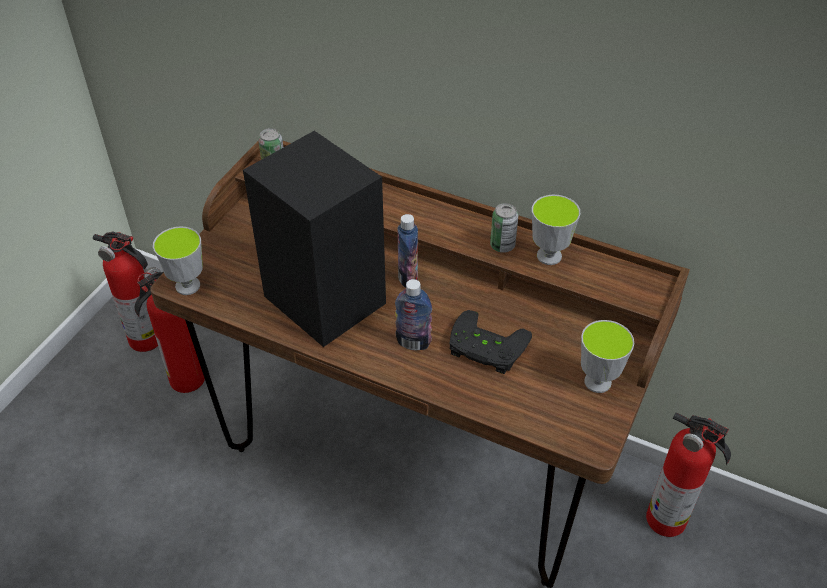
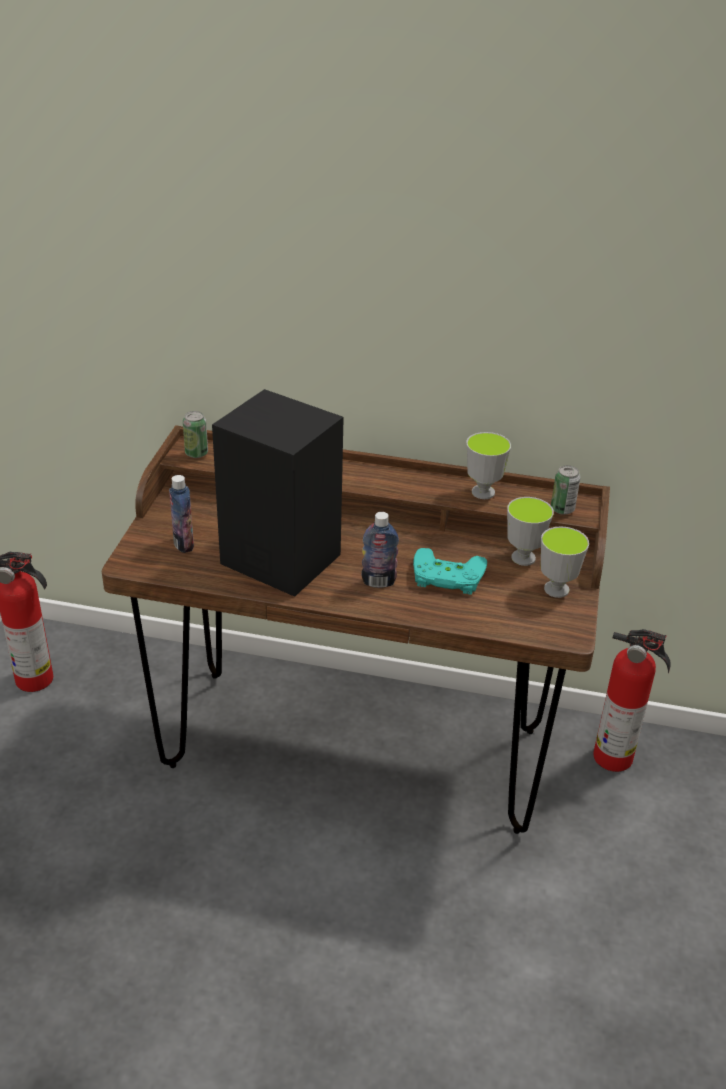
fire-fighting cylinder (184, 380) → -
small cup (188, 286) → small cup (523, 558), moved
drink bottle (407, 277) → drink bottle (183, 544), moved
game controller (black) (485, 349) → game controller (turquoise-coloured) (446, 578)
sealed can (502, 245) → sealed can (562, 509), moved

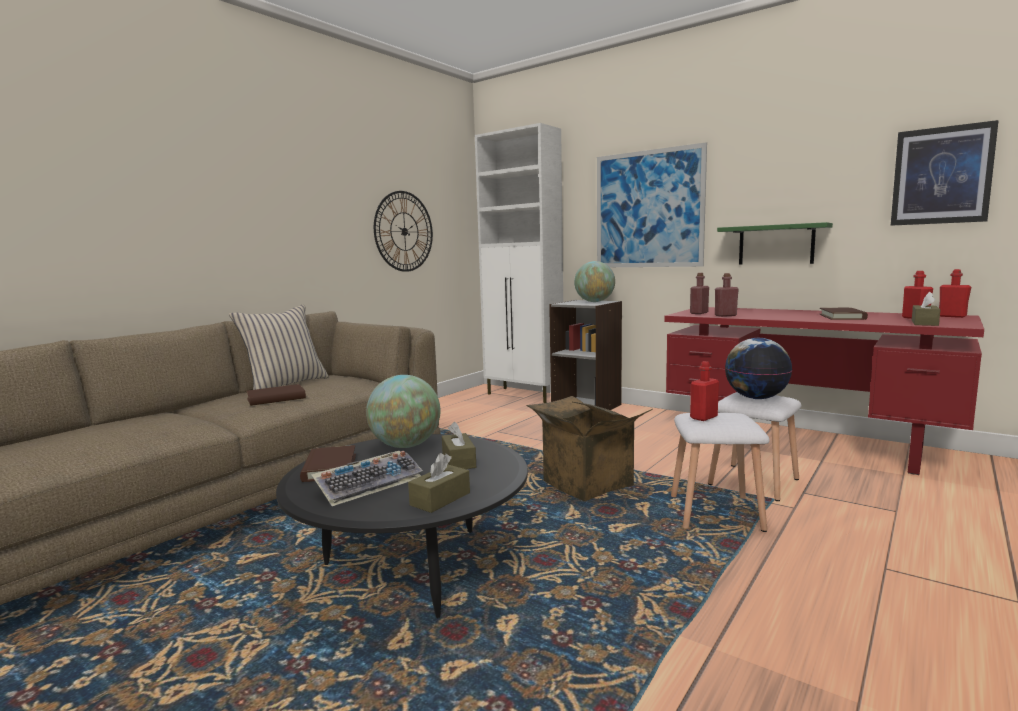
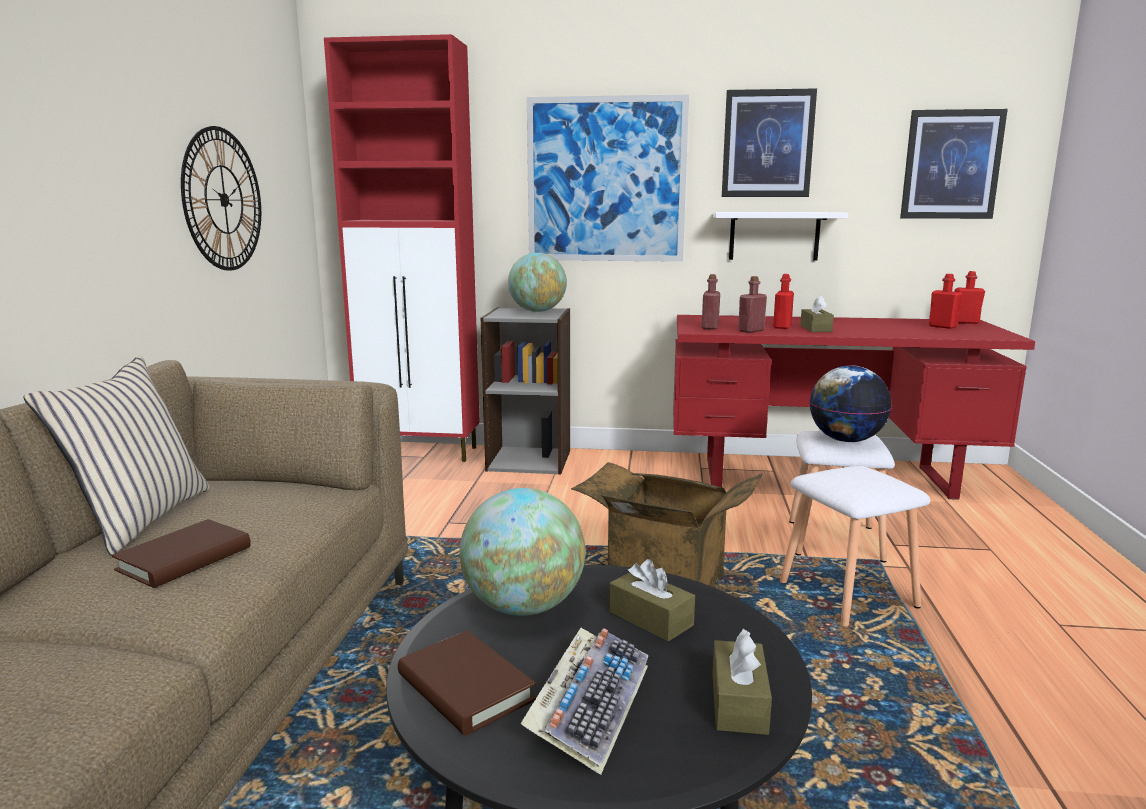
cupboard (white-coloured) (524, 395) → cupboard (red) (421, 452)
drink bottle (red) (703, 417) → drink bottle (red) (782, 327), moved
shelf (green-coloured) (776, 245) → shelf (white-coloured) (774, 236)
volume (brown) (842, 317) → -
box of tissues (brown) (924, 323) → box of tissues (brown) (815, 329), moved
- → wall art (767, 144)

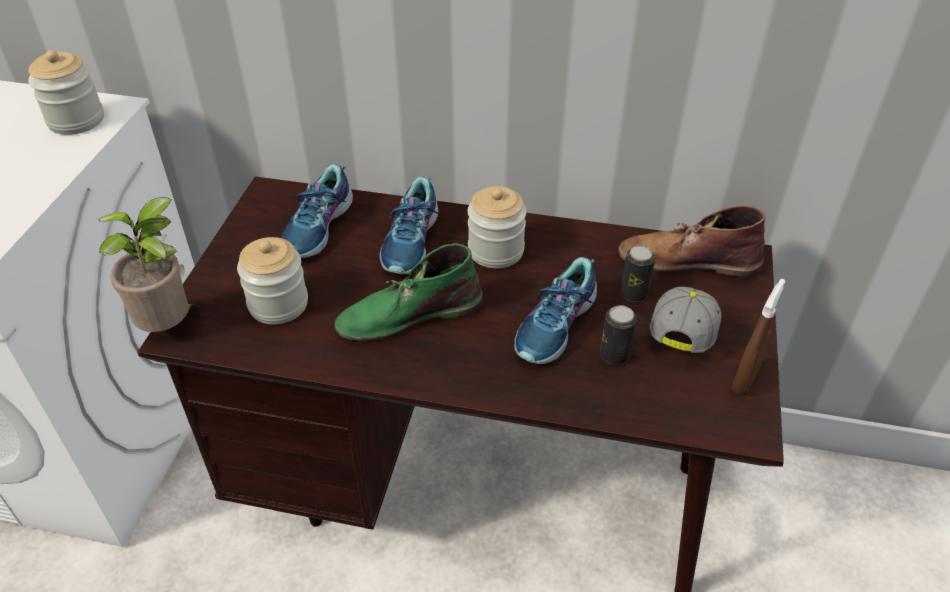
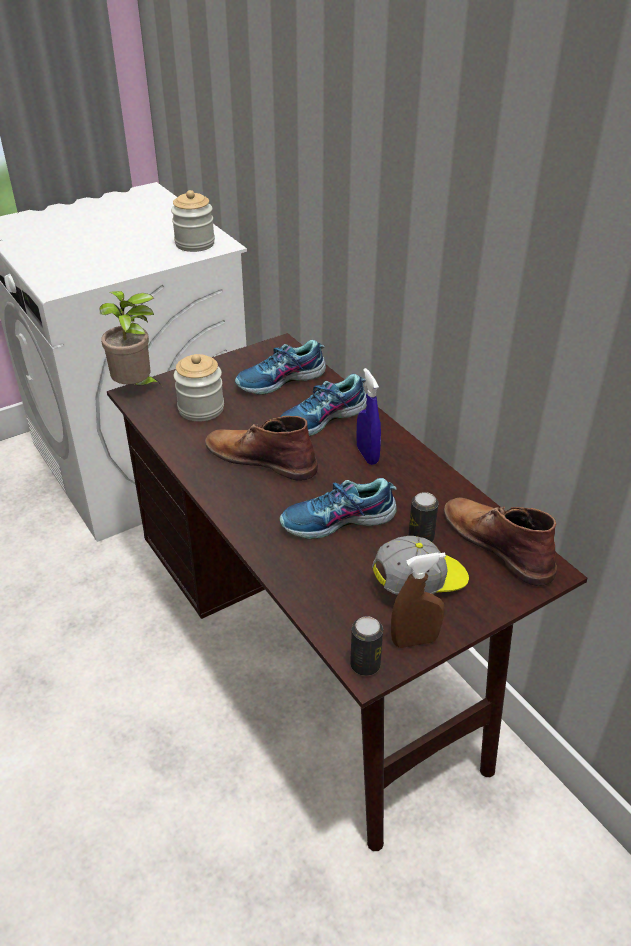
boot (green-coloured) (408, 314) → boot (brown) (260, 458)
preserve jar (496, 251) → sprayer (blue) (367, 455)
sealed can (614, 355) → sealed can (365, 665), moved

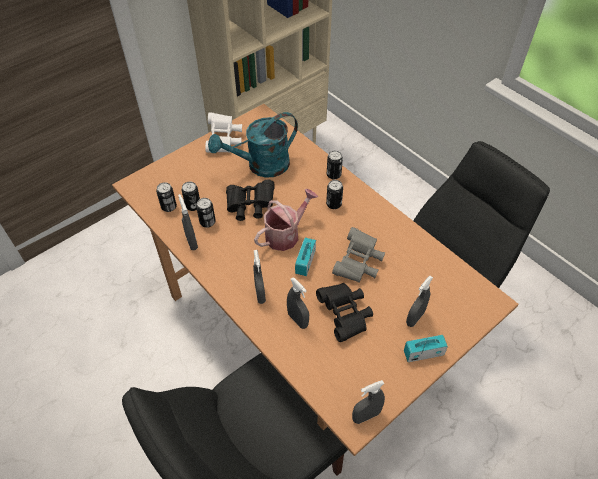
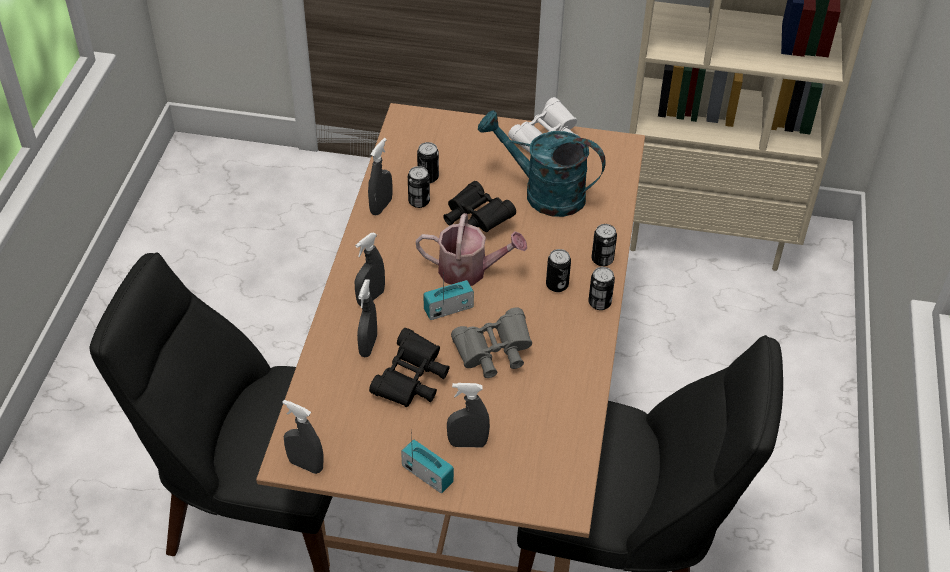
sealed can (169, 207) → sealed can (599, 303), moved

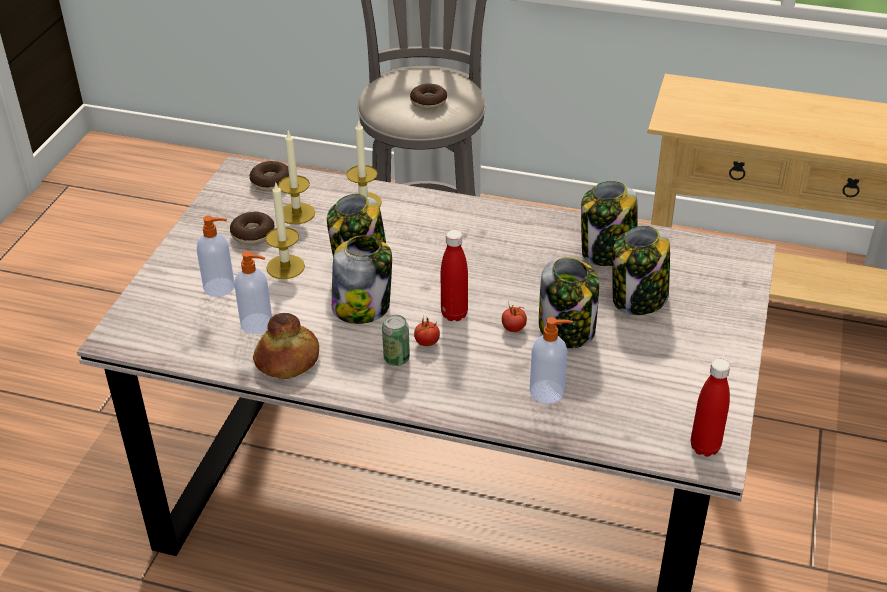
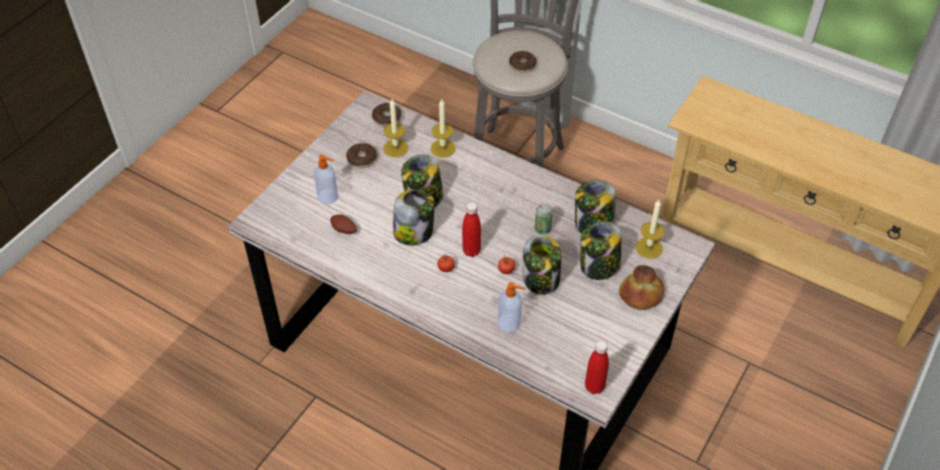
liquid soap bottle (258, 324) → spud (343, 230)
bread (288, 360) → bread (641, 295), moved
wax light (285, 267) → wax light (649, 248), moved
sealed can (396, 359) → sealed can (542, 229), moved

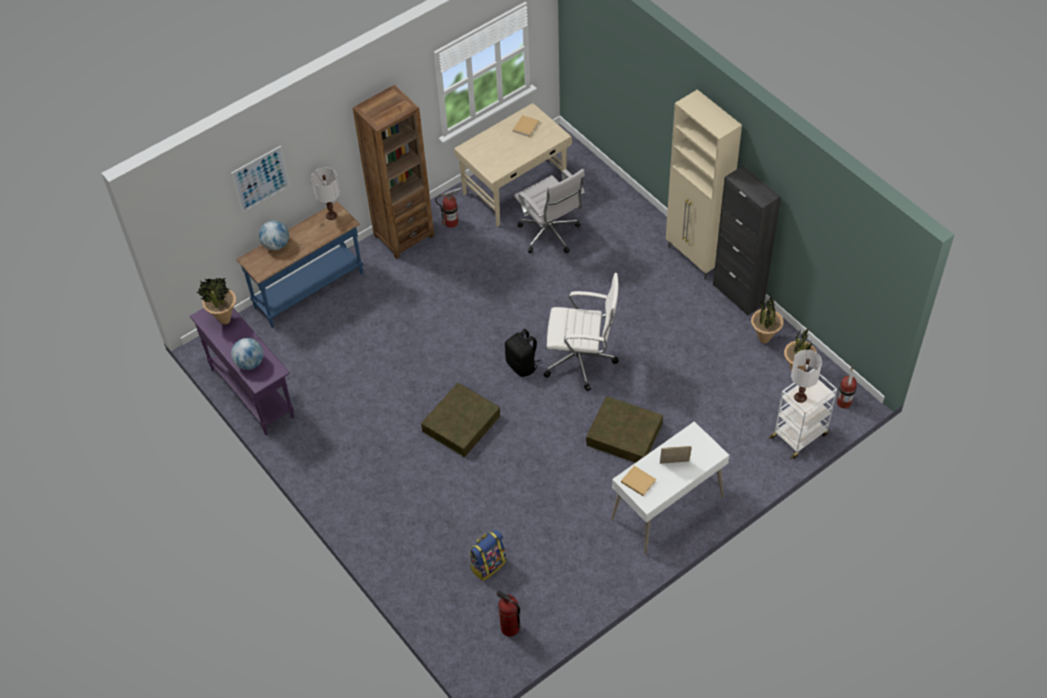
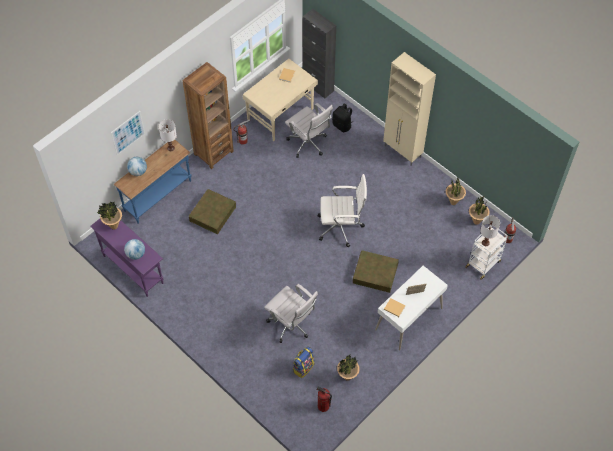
storage container (brown) (461, 423) → storage container (brown) (212, 214), moved
backpack (black) (522, 365) → backpack (black) (342, 125), moved
cupboard (black) (738, 294) → cupboard (black) (318, 86), moved
- → office chair (white-coloured) (291, 325)
- → plant in a pot (347, 377)

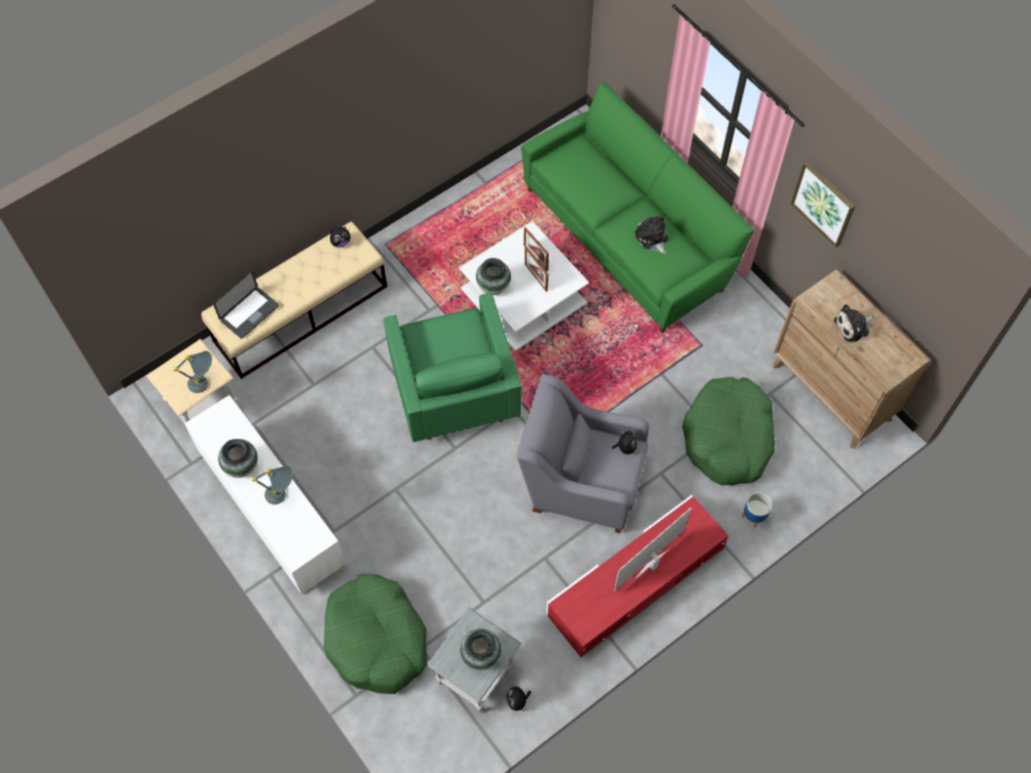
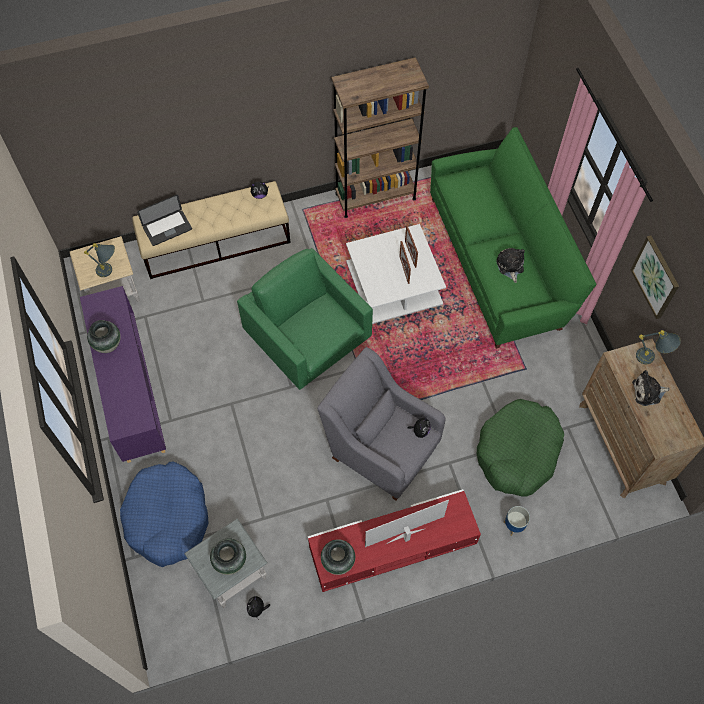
cupboard (white-coloured) (272, 511) → cupboard (purplish) (131, 389)
tabletop lamp (greyish) (283, 495) → tabletop lamp (greyish) (651, 359), moved
dog bed (green-coloured) (376, 639) → dog bed (blue) (167, 518)
lounge chair (green-coloured) (453, 390) → lounge chair (green-coloured) (309, 340), 135 degrees clockwise
vase (493, 287) → vase (337, 562), moved
- → bookcase (brown) (375, 196)

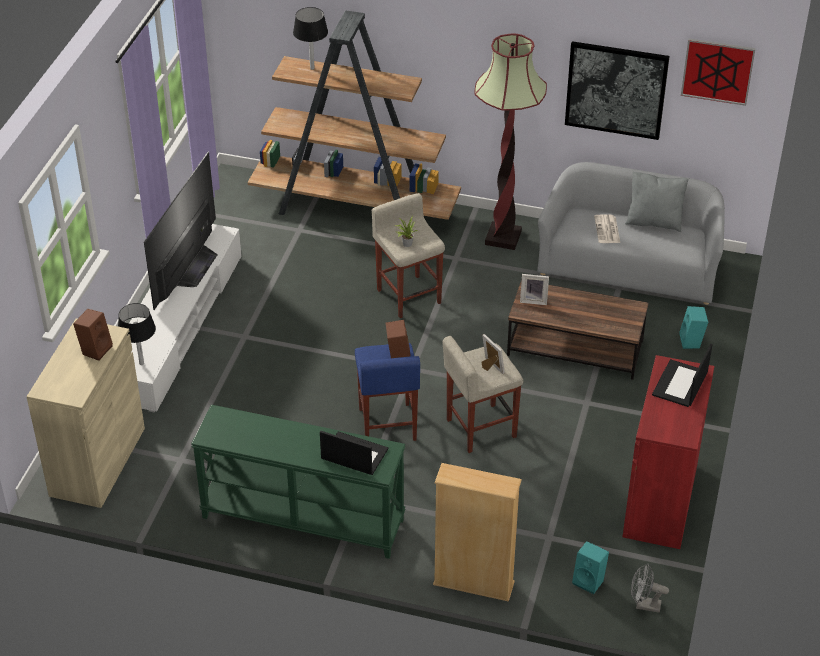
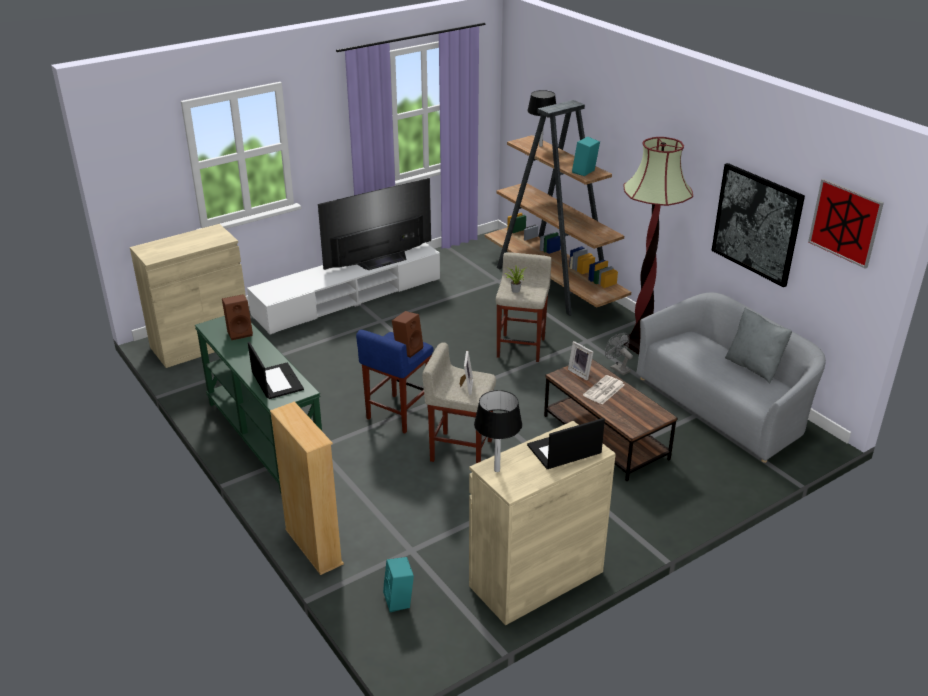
audio speaker (brown) (95, 349) → audio speaker (brown) (240, 332), moved
tabletop lamp (black) (142, 363) → tabletop lamp (black) (497, 470), moved
newspaper (607, 230) → newspaper (604, 390), moved
cupboard (red) (660, 501) → cupboard (beige) (536, 579)
cooling fan (greyish) (644, 605) → cooling fan (greyish) (617, 368), moved
audio speaker (turquoise-coloured) (692, 342) → audio speaker (turquoise-coloured) (585, 172), moved

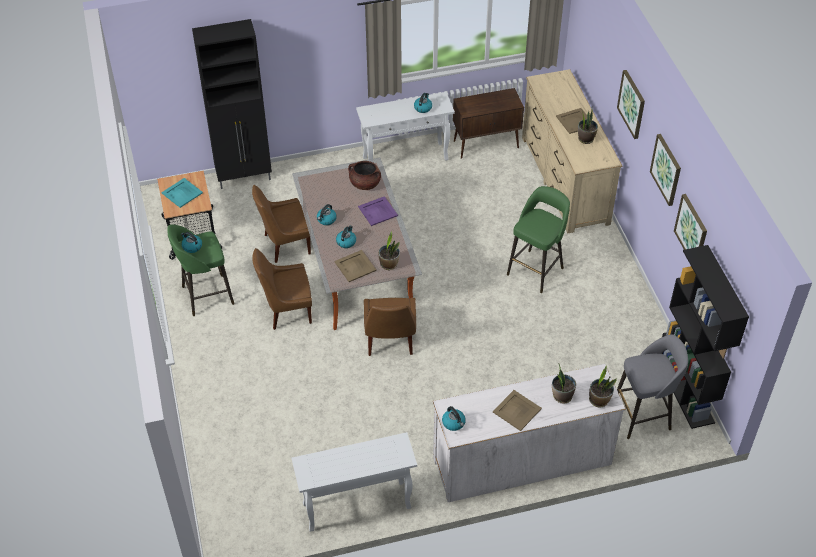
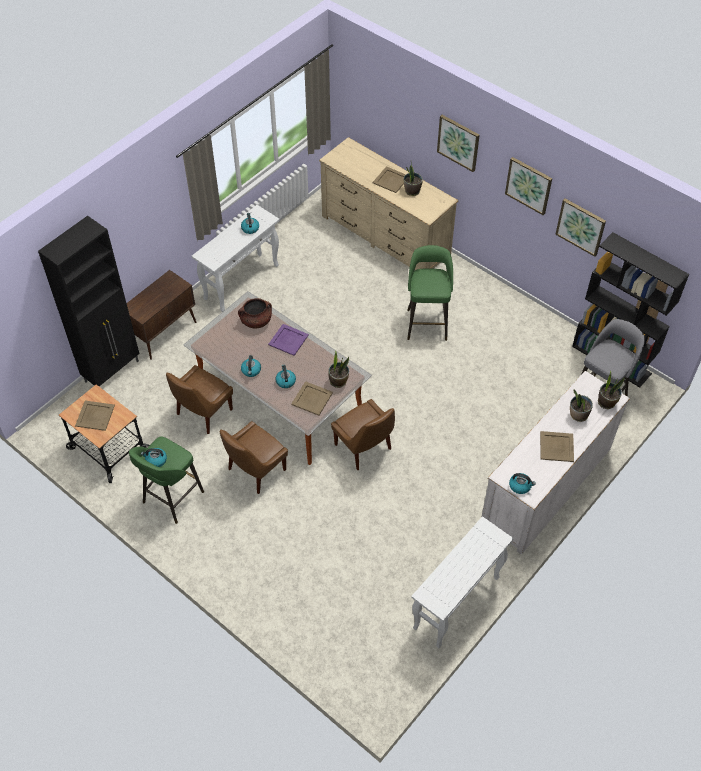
tray (turquoise-coloured) (182, 193) → tray (beige) (95, 415)
cupboard (brown) (486, 144) → cupboard (brown) (165, 333), moved

